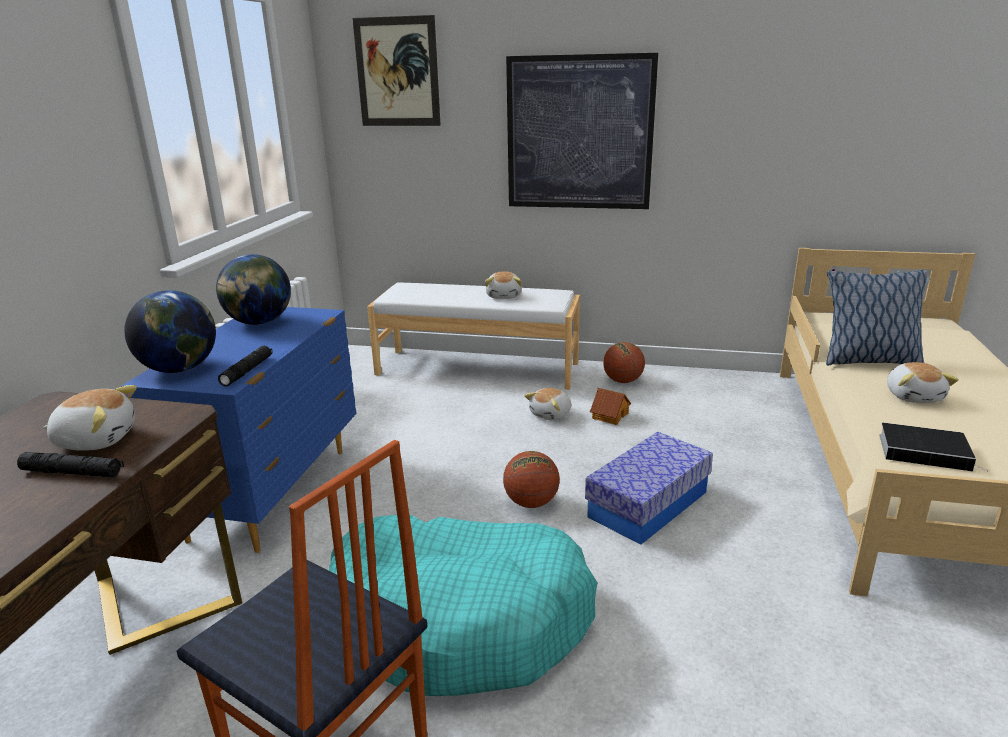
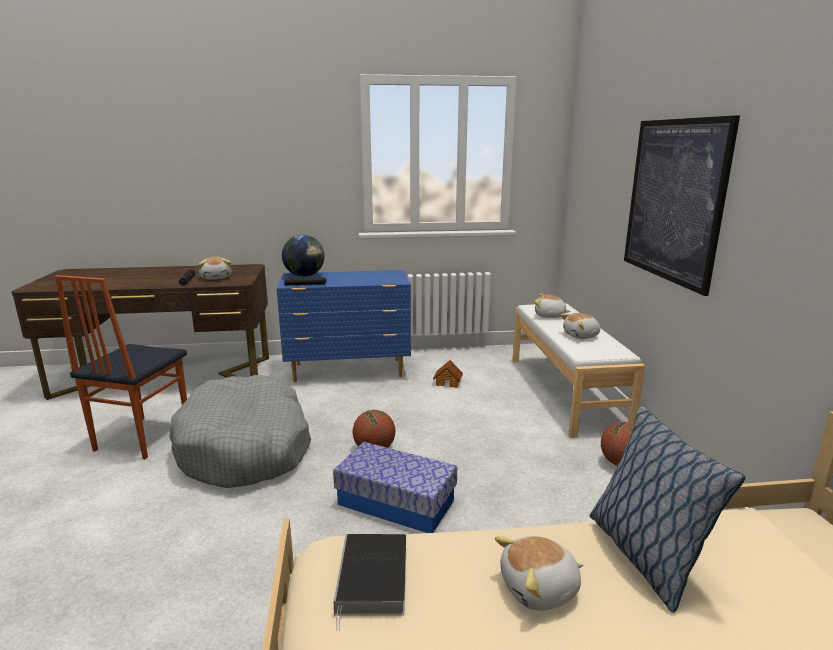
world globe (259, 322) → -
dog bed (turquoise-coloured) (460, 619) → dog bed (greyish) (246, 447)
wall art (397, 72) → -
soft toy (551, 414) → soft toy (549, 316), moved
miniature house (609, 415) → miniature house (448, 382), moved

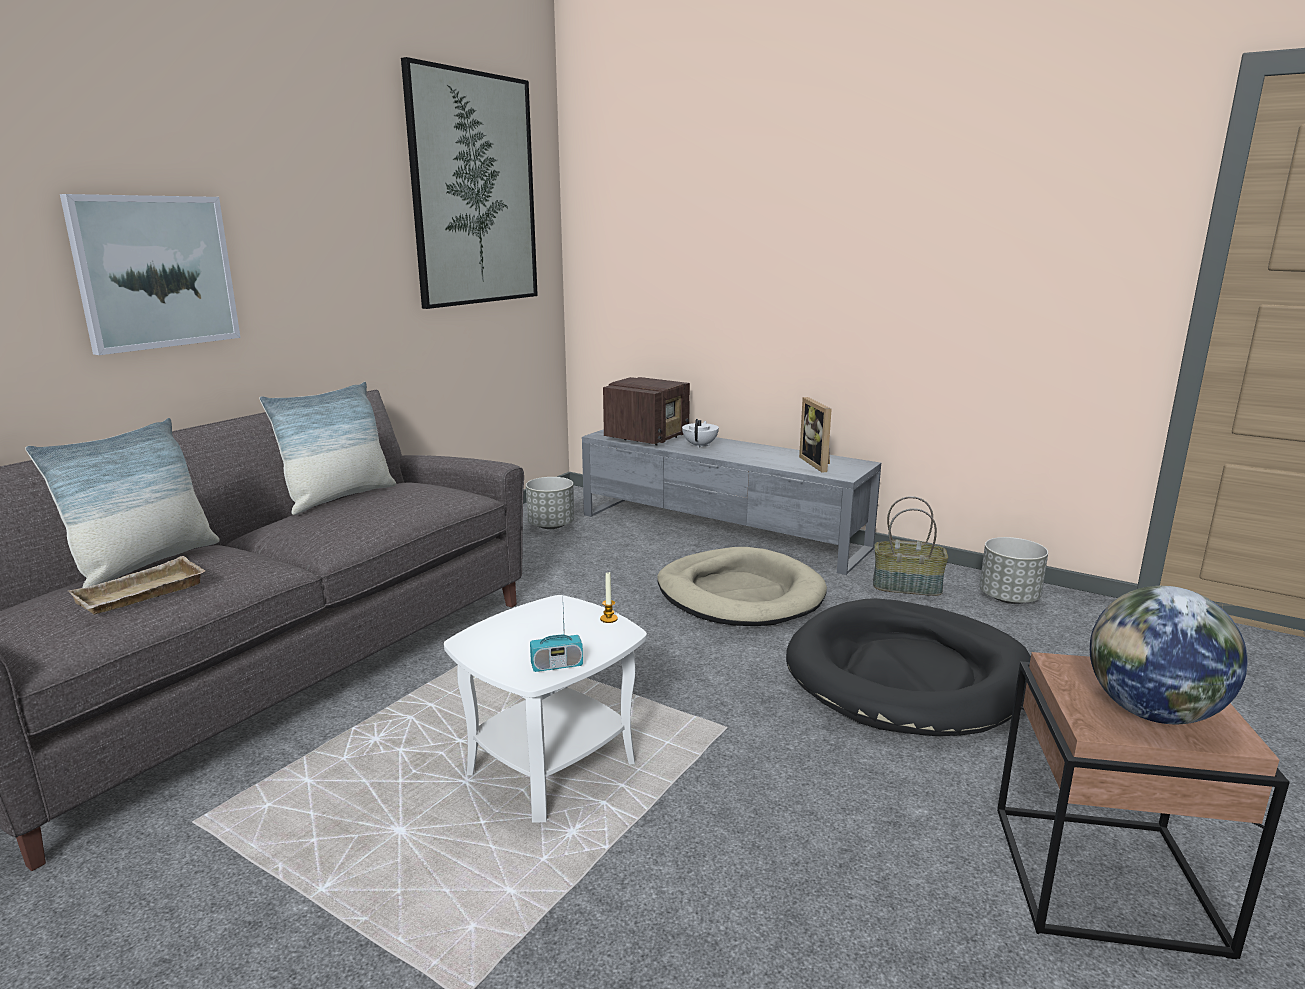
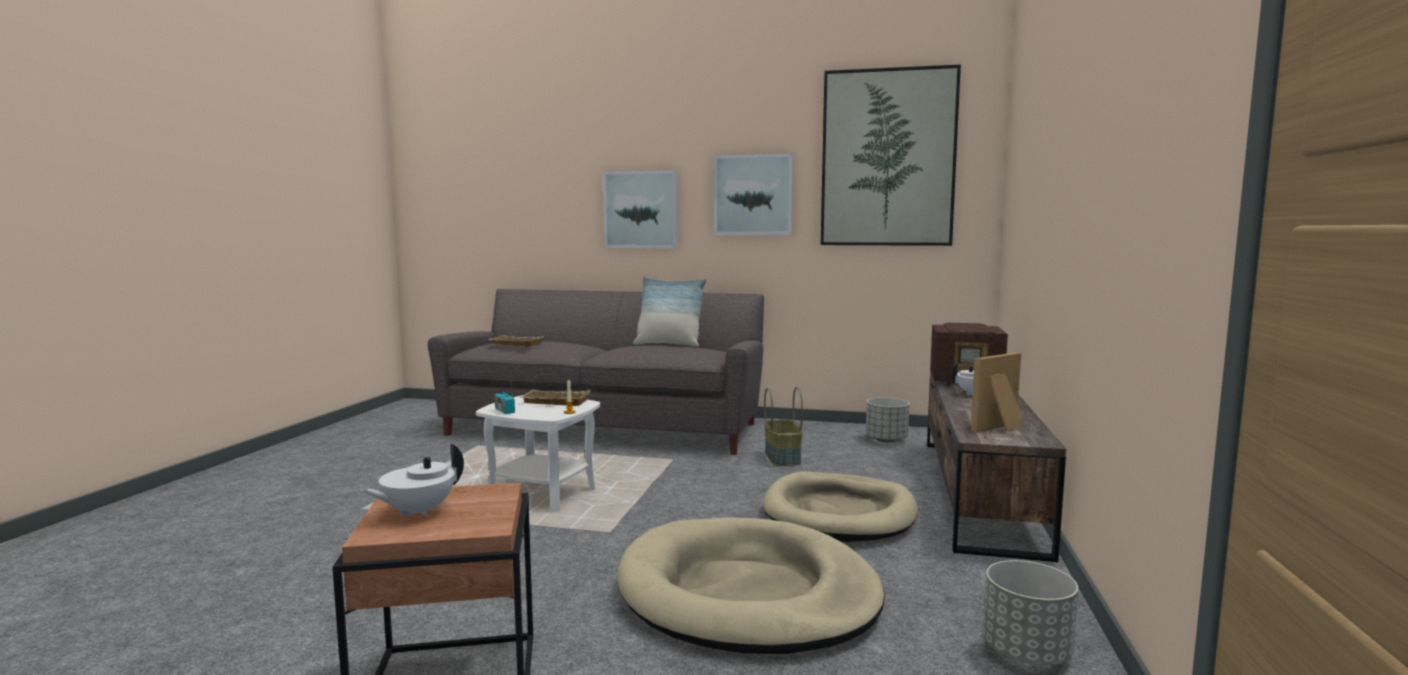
cushion (145, 564) → -
tv stand (greyish) (722, 531) → tv stand (brown) (978, 491)
dog bed (black) (907, 674) → dog bed (beige) (747, 594)
storage basket (907, 586) → storage basket (783, 458), moved
world globe (1152, 713) → tea pot (white-coloured) (417, 512)
- → tray (beige) (554, 402)
- → wall art (753, 195)

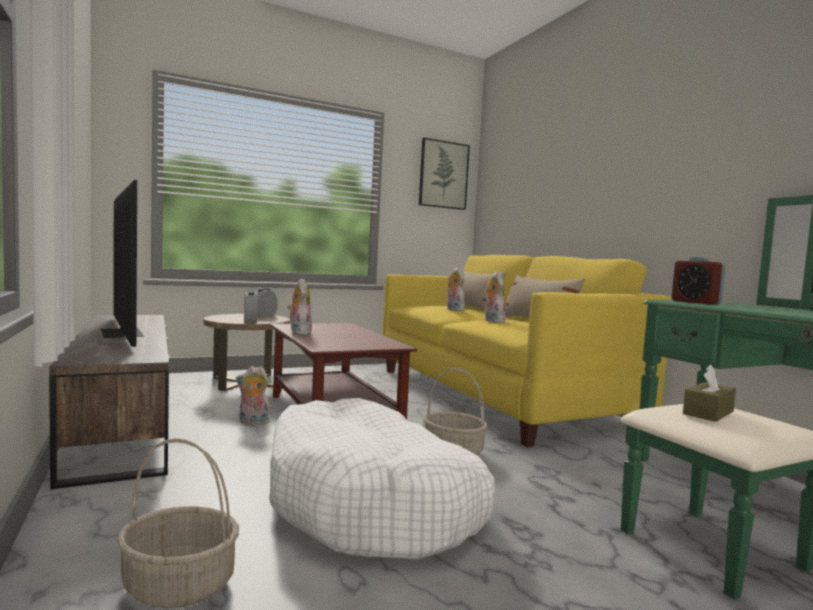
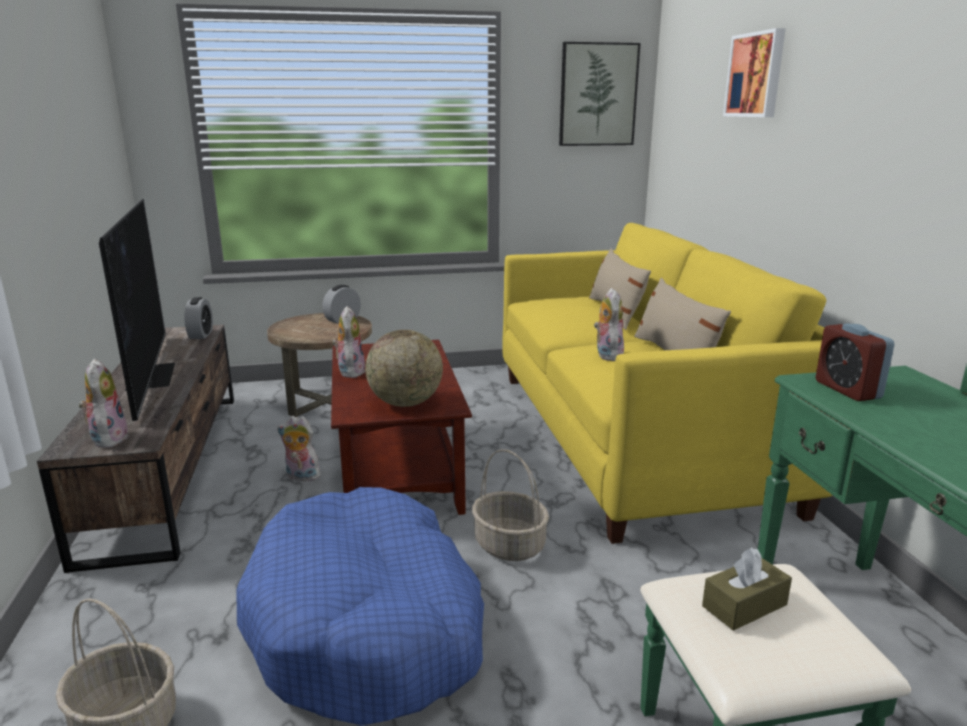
table clock (250, 321) → table clock (201, 335), moved
dog bed (white-coloured) (372, 502) → dog bed (blue) (368, 625)
soft toy (453, 310) → soft toy (108, 438), moved
- → world globe (405, 403)
- → wall art (756, 75)

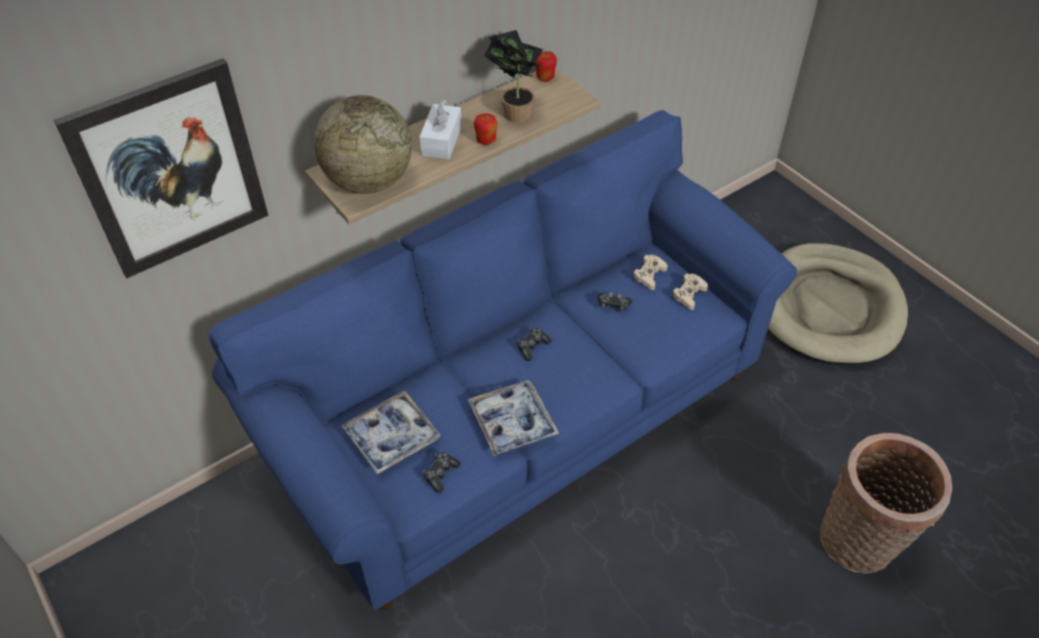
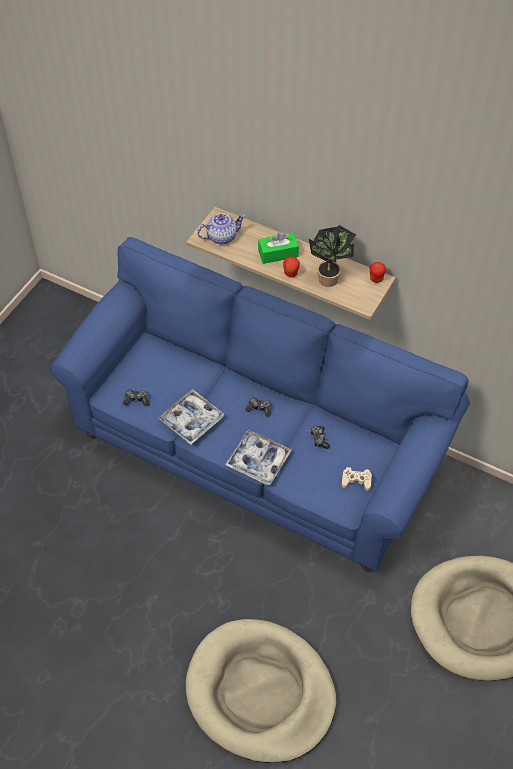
wall art (171, 170) → -
world globe (368, 181) → tea pot (221, 237)
tray (392, 437) → tray (258, 461), moved
box of tissues (white-coloured) (441, 140) → box of tissues (green-coloured) (278, 253)
game controller (beige) (649, 275) → -
storage basket (860, 544) → dog bed (beige) (260, 692)

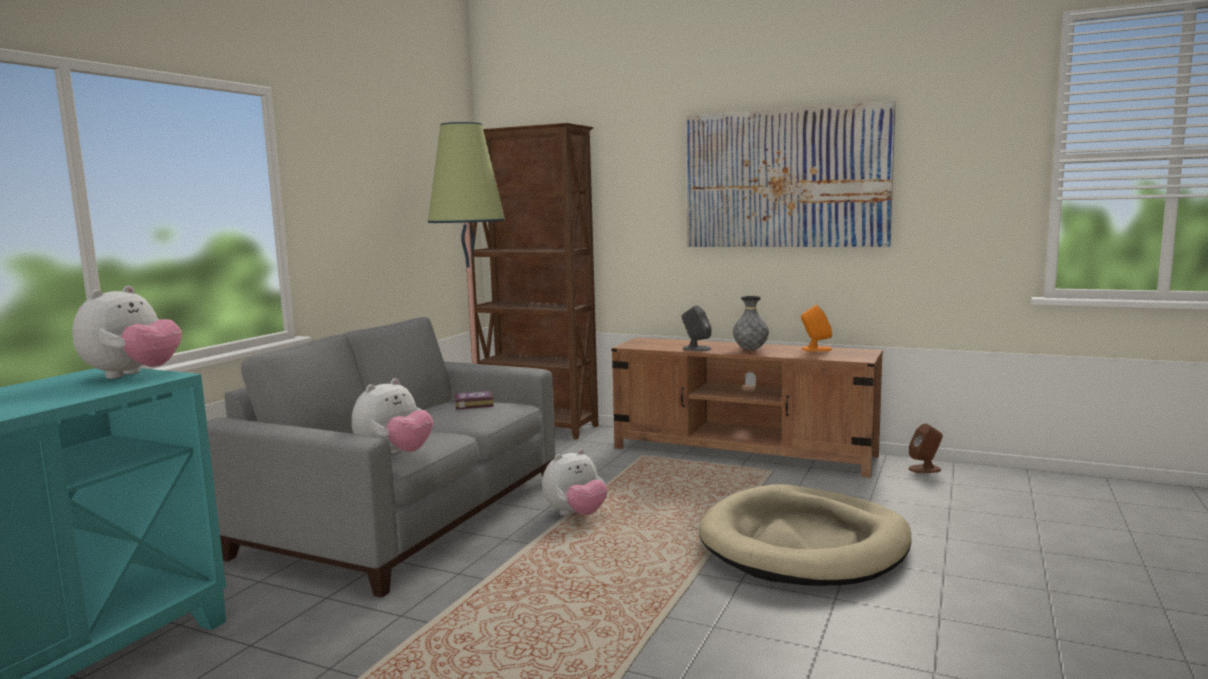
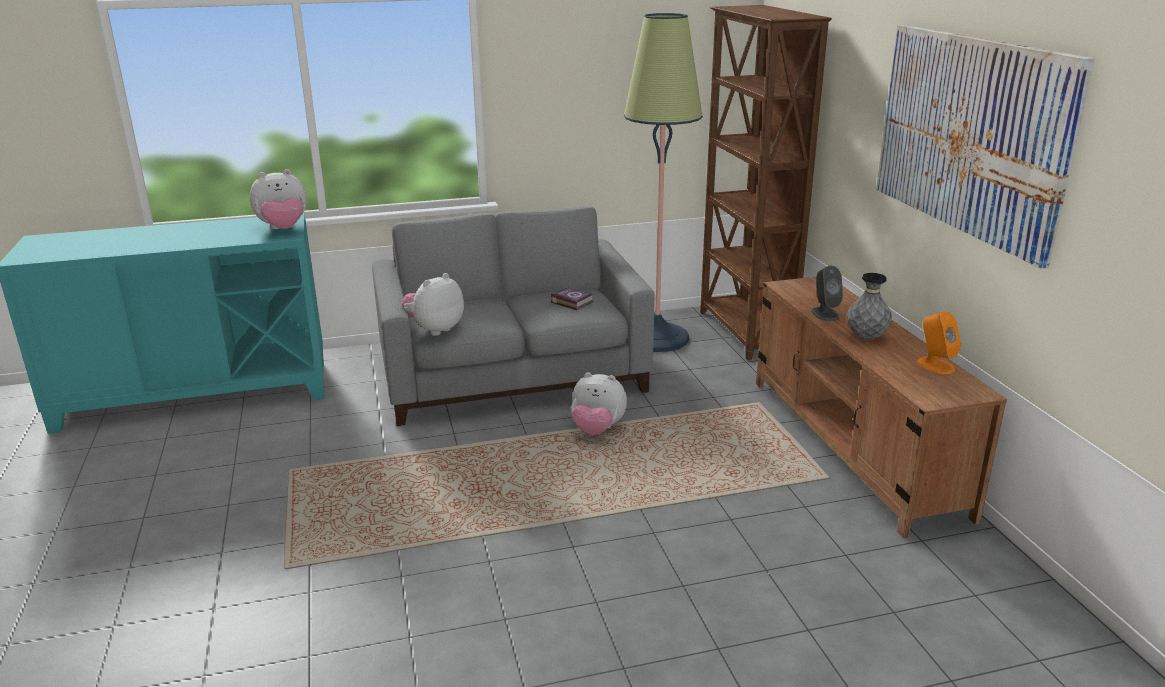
soft toy (395, 455) → soft toy (435, 329), 135 degrees clockwise
dog bed (beige) (804, 544) → -
audio speaker (brown) (925, 469) → -

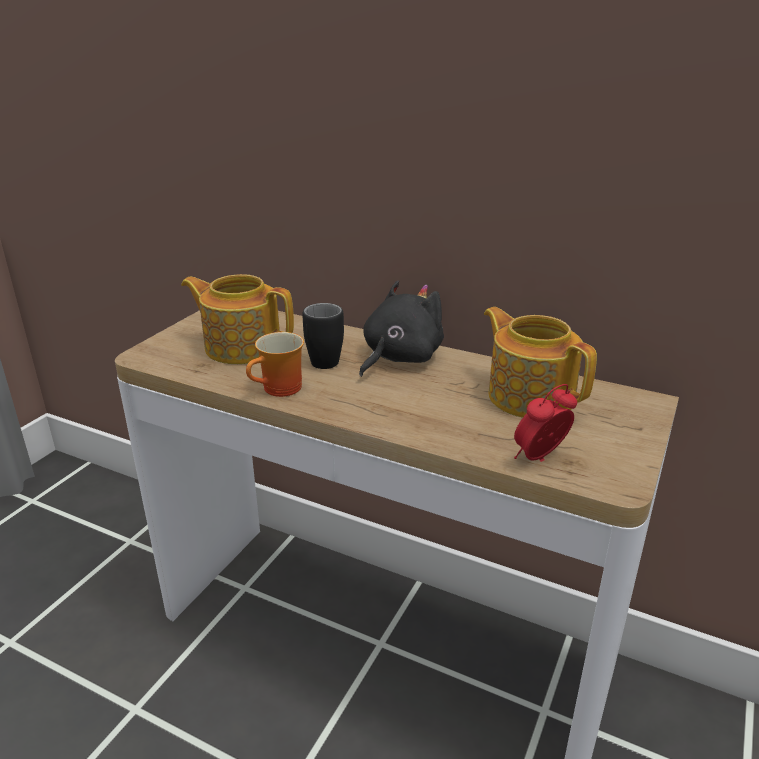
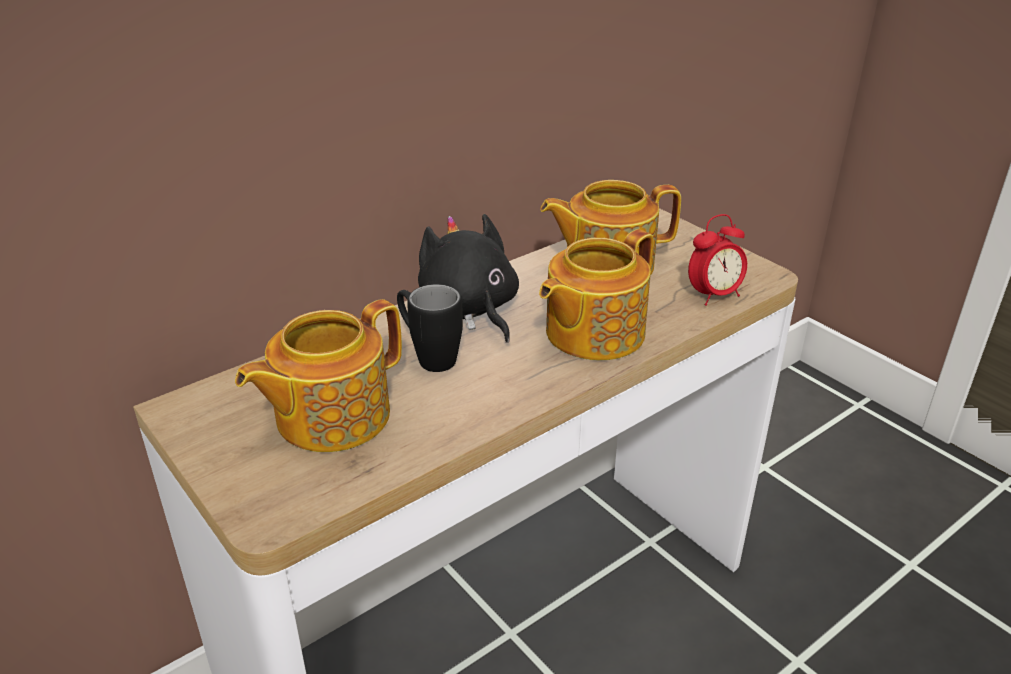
mug (281, 390) → -
table clock (540, 459) → table clock (714, 295), 105 degrees counterclockwise
- → tea pot (592, 333)

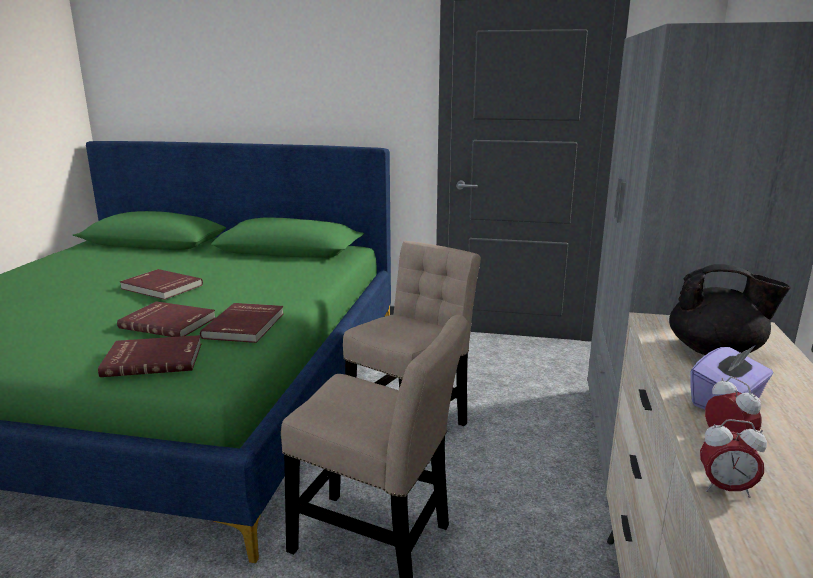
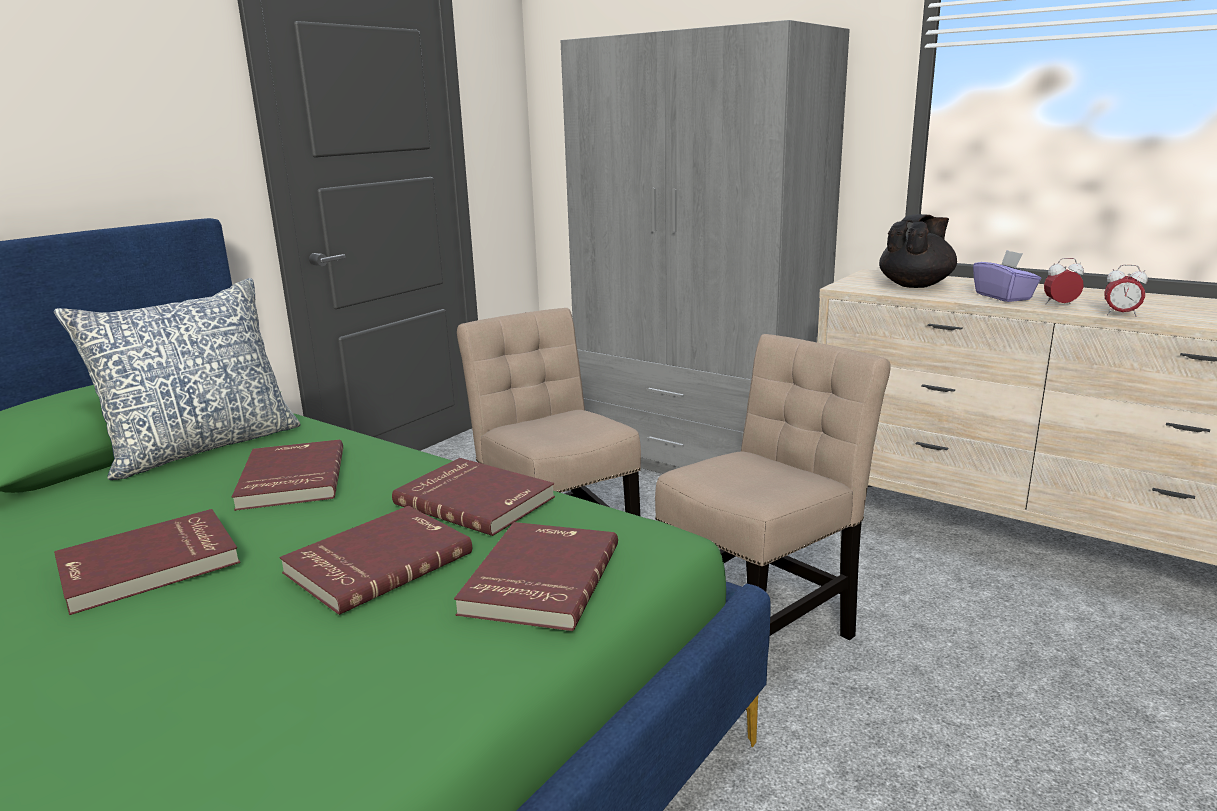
table clock (725, 489) → table clock (1120, 314), 75 degrees clockwise
- → cushion (202, 447)
- → volume (red) (290, 479)

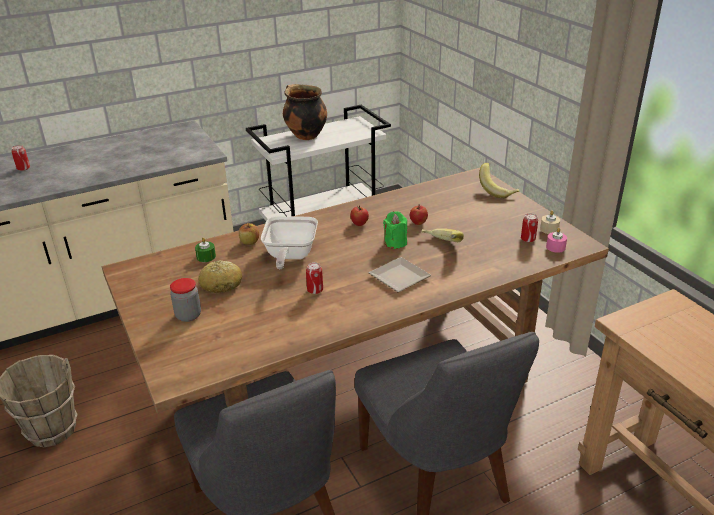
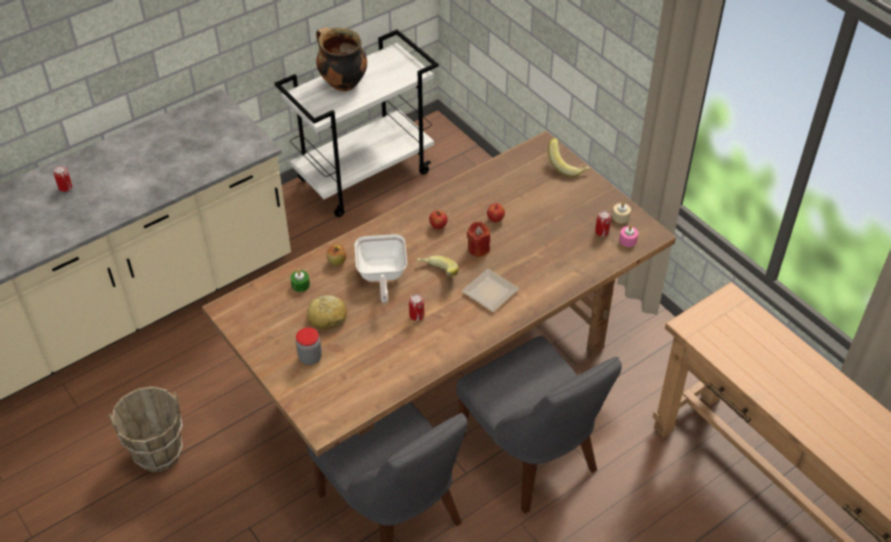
wax light (green-coloured) (395, 243) → wax light (red) (478, 249)
whole banana (440, 245) → whole banana (437, 274), moved

